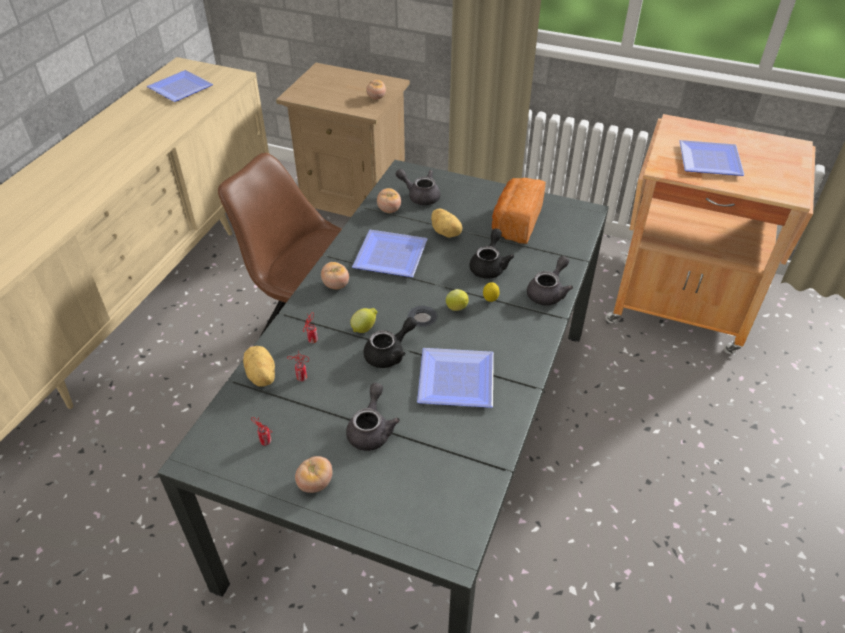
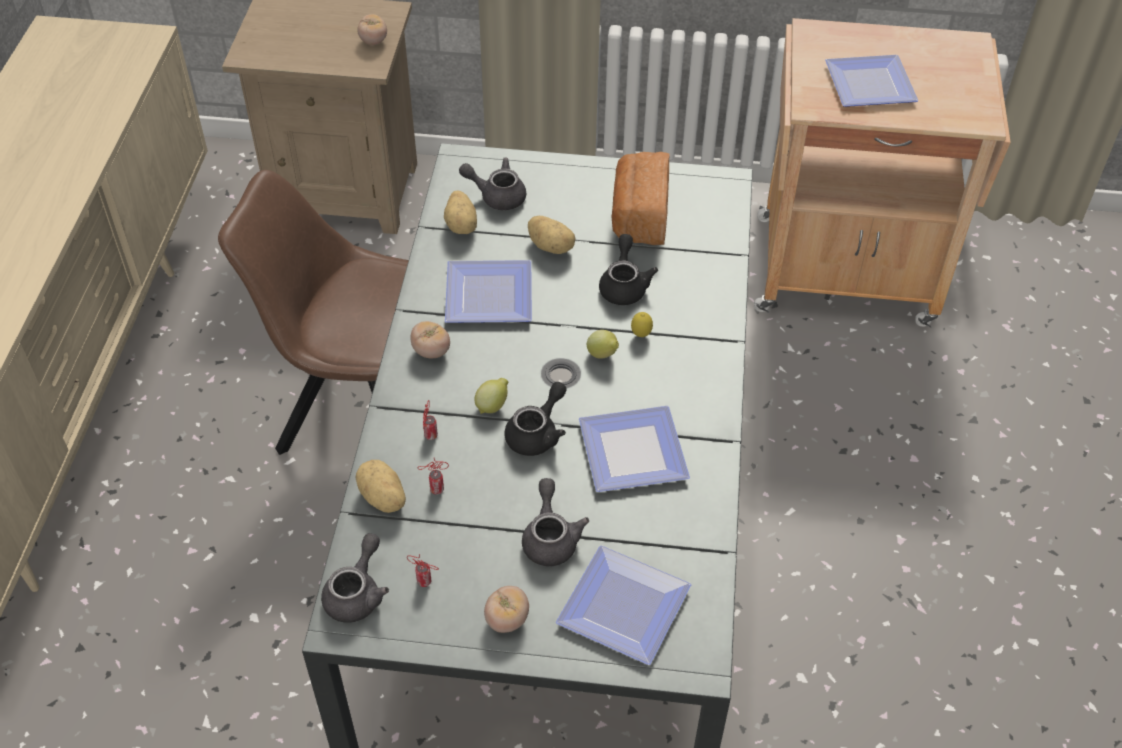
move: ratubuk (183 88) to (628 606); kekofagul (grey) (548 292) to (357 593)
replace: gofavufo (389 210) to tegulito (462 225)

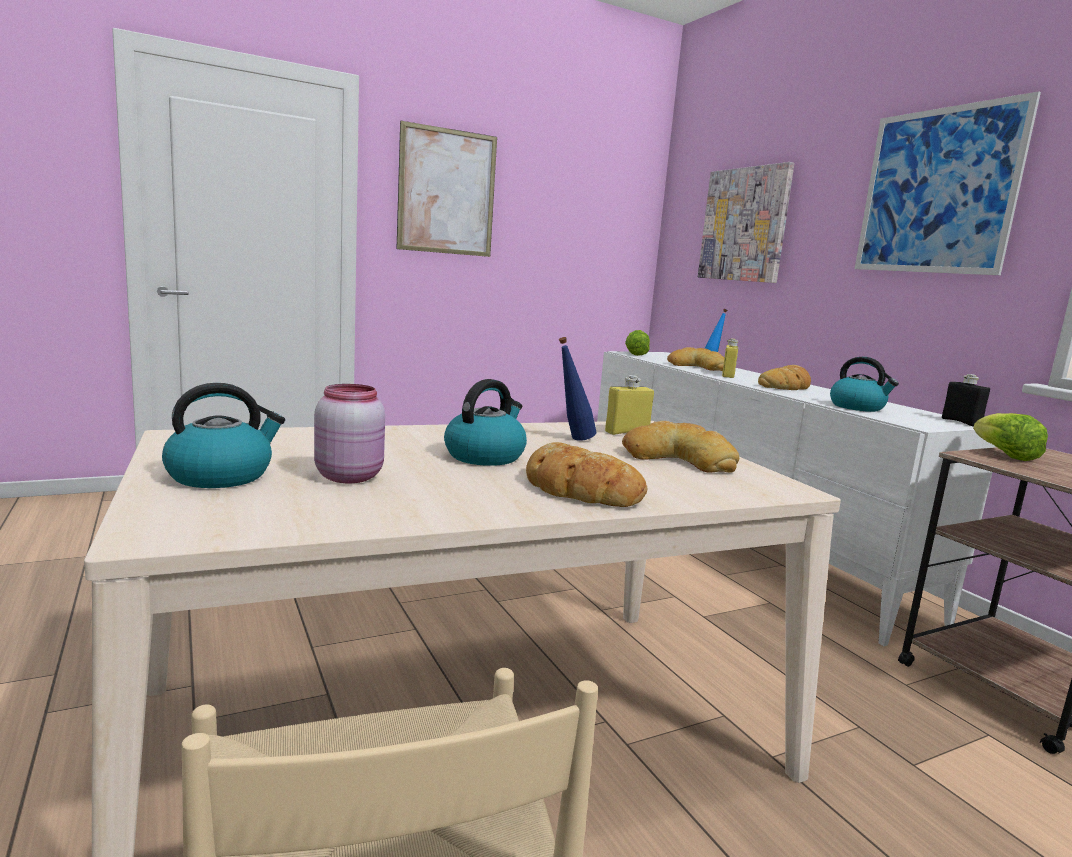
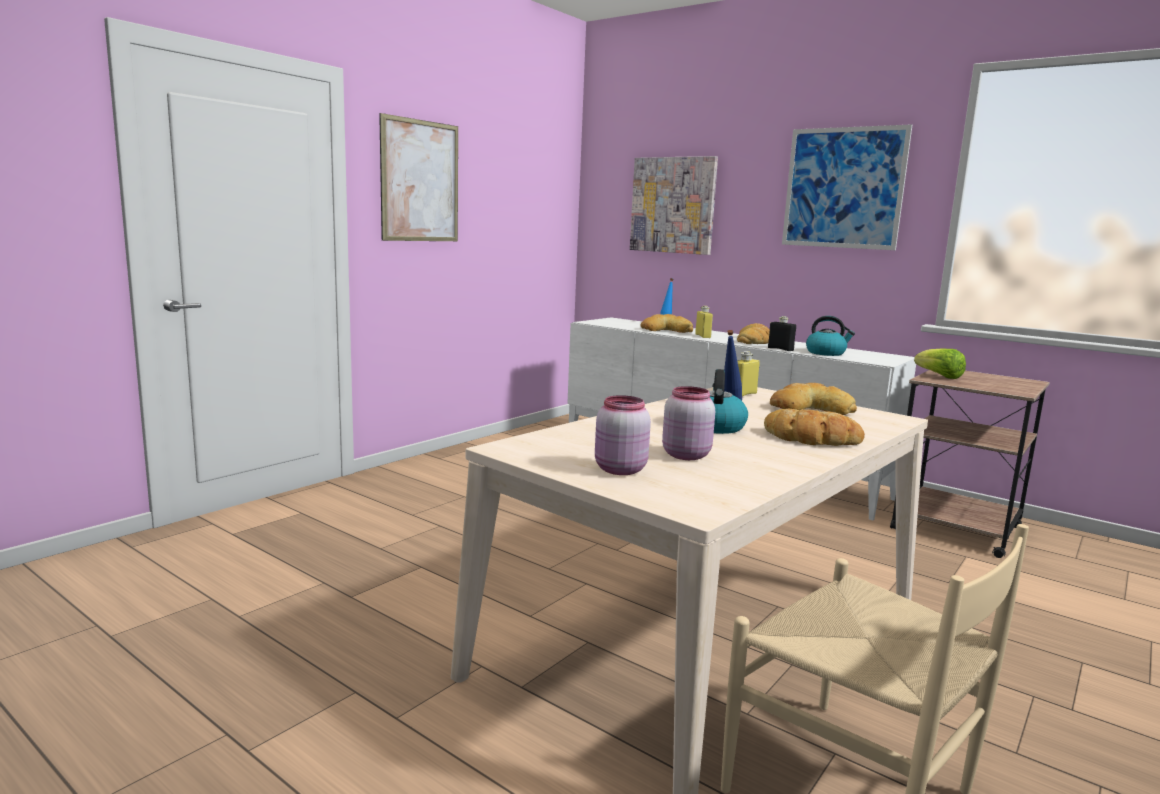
delete: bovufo (636 354)
move: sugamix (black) (961 422) to (780 349)
replace: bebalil (221 476) to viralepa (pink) (618 470)

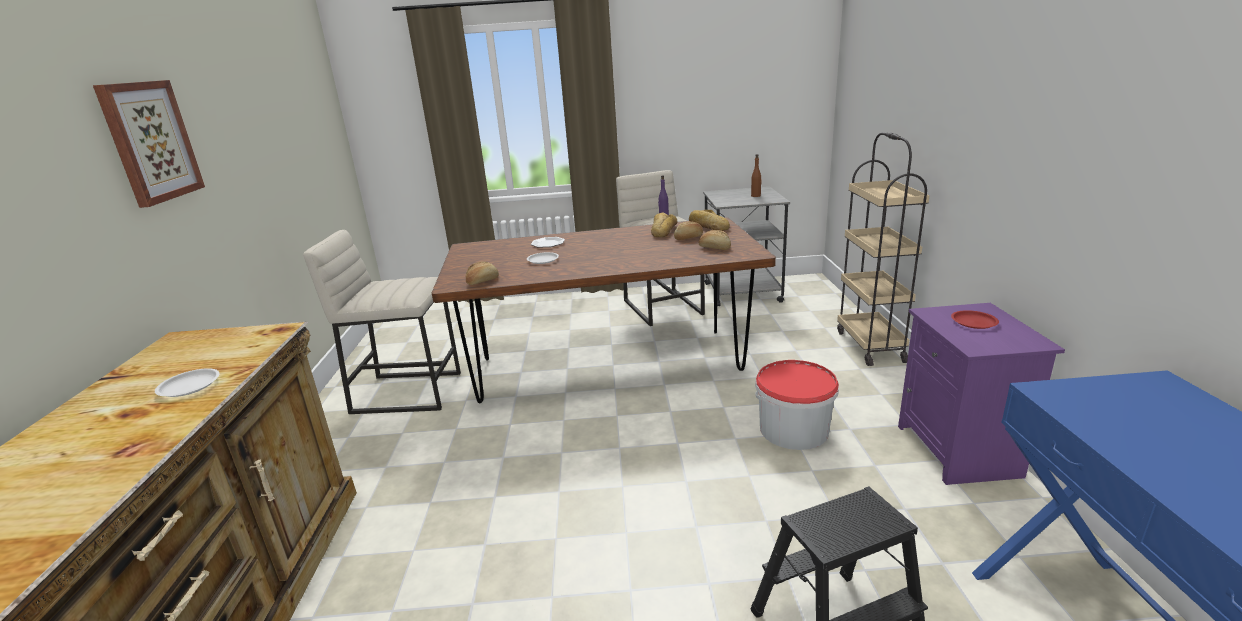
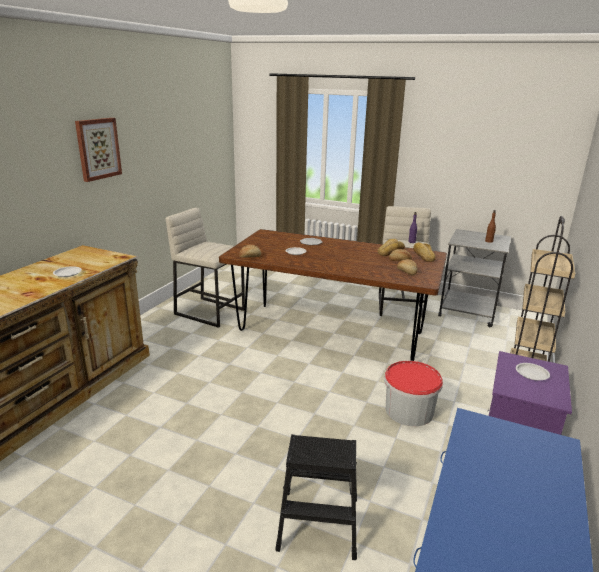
recolor: ratubuk (red) (973 322) to ratubuk (white) (531 373)

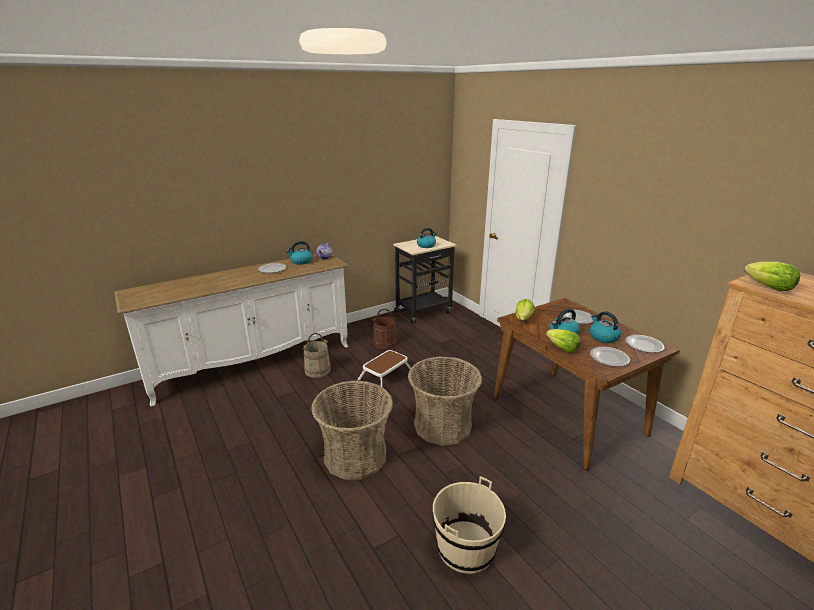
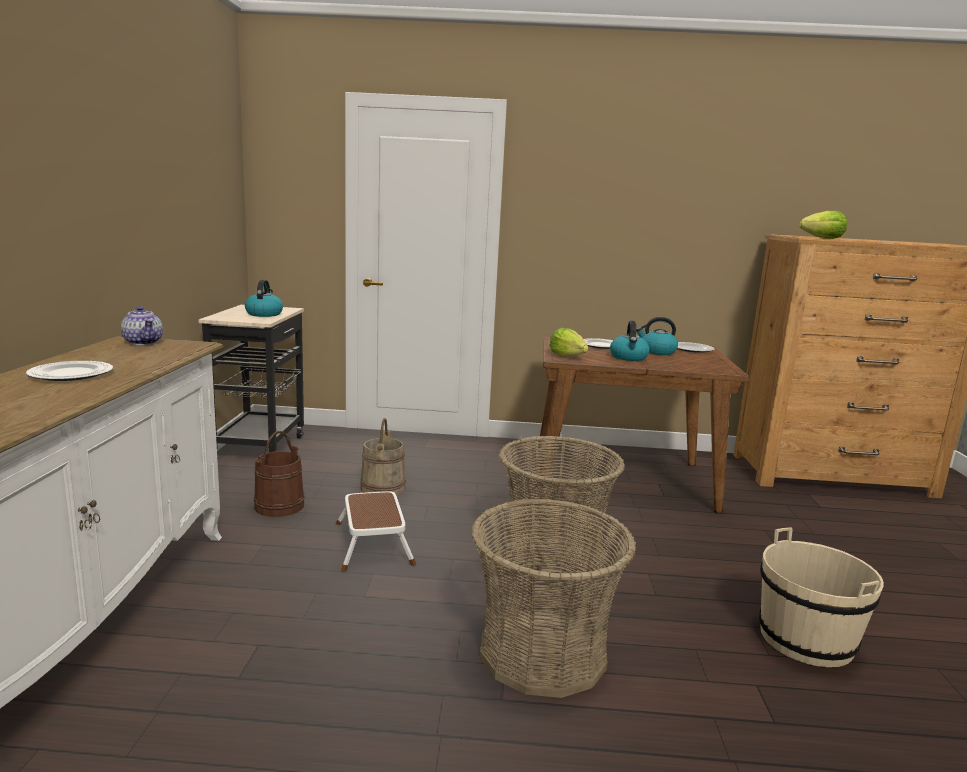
delete: bebalil (301 261); bovufo (562 349); ratubuk (609 358)
move: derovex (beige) (317 370) to (382 488)

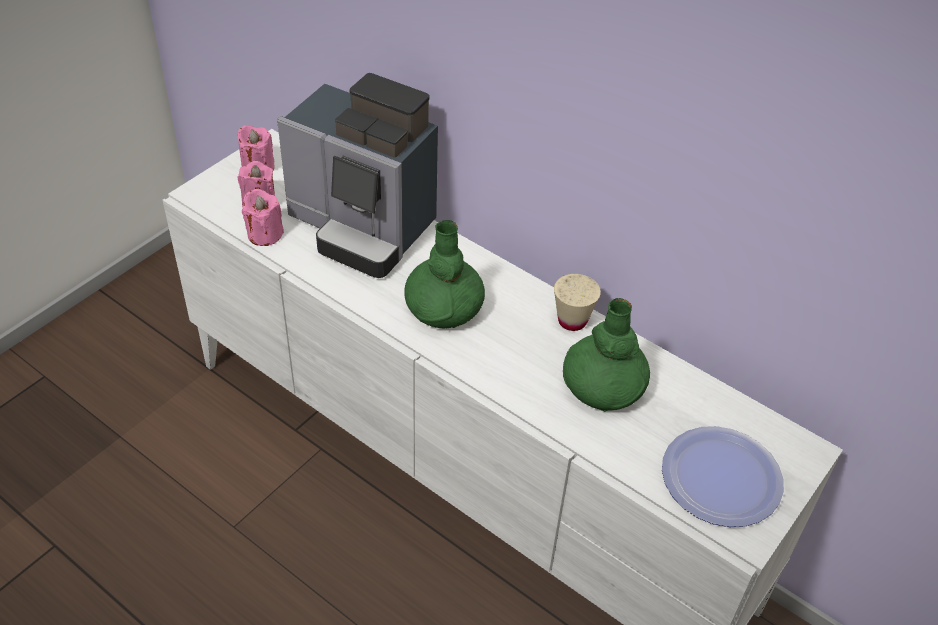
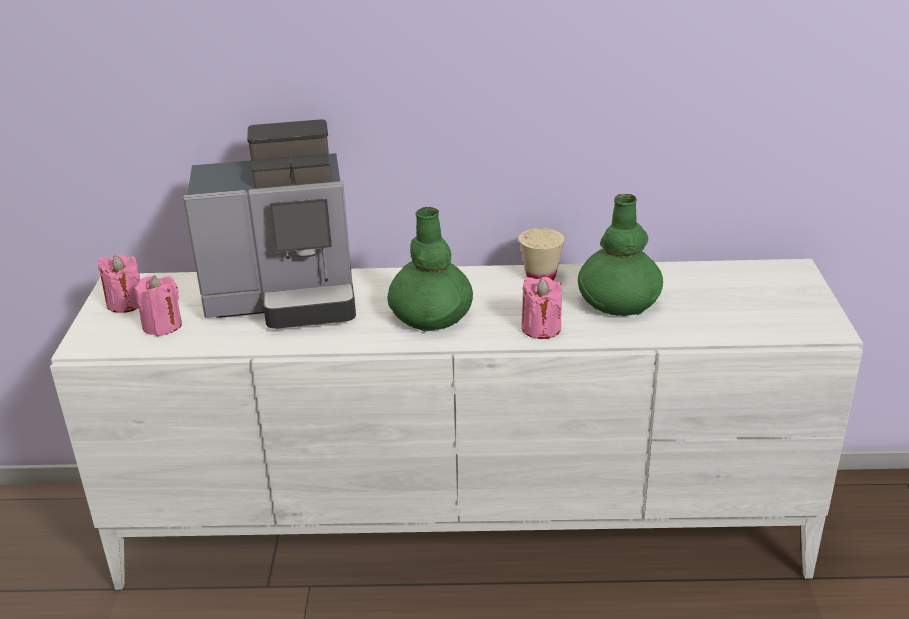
delete: ratubuk (721 477)
move: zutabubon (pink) (264 234) to (541 328)

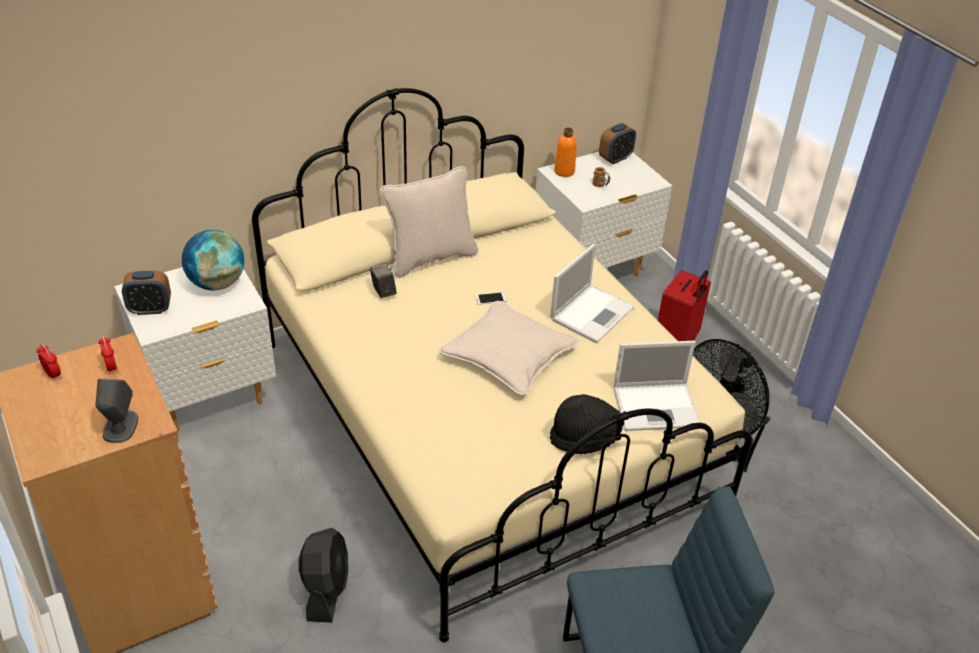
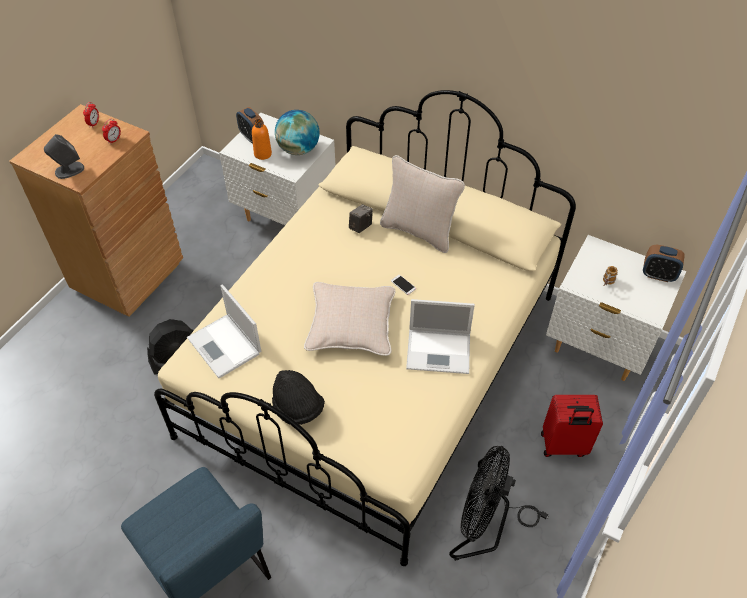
move: sugamix (orange) (564 171) to (263 154); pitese (657 406) to (225 346)

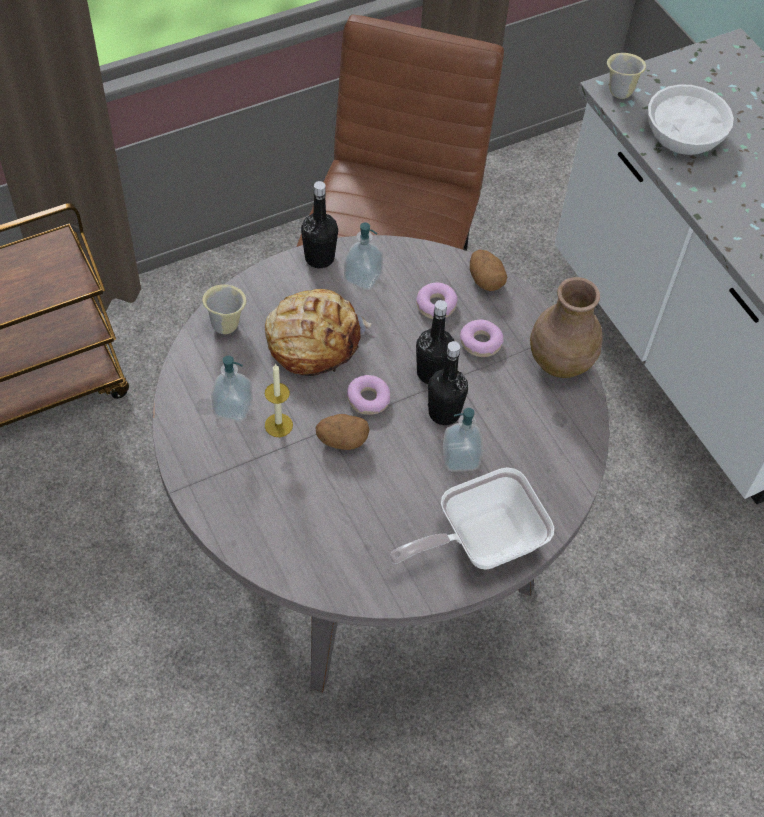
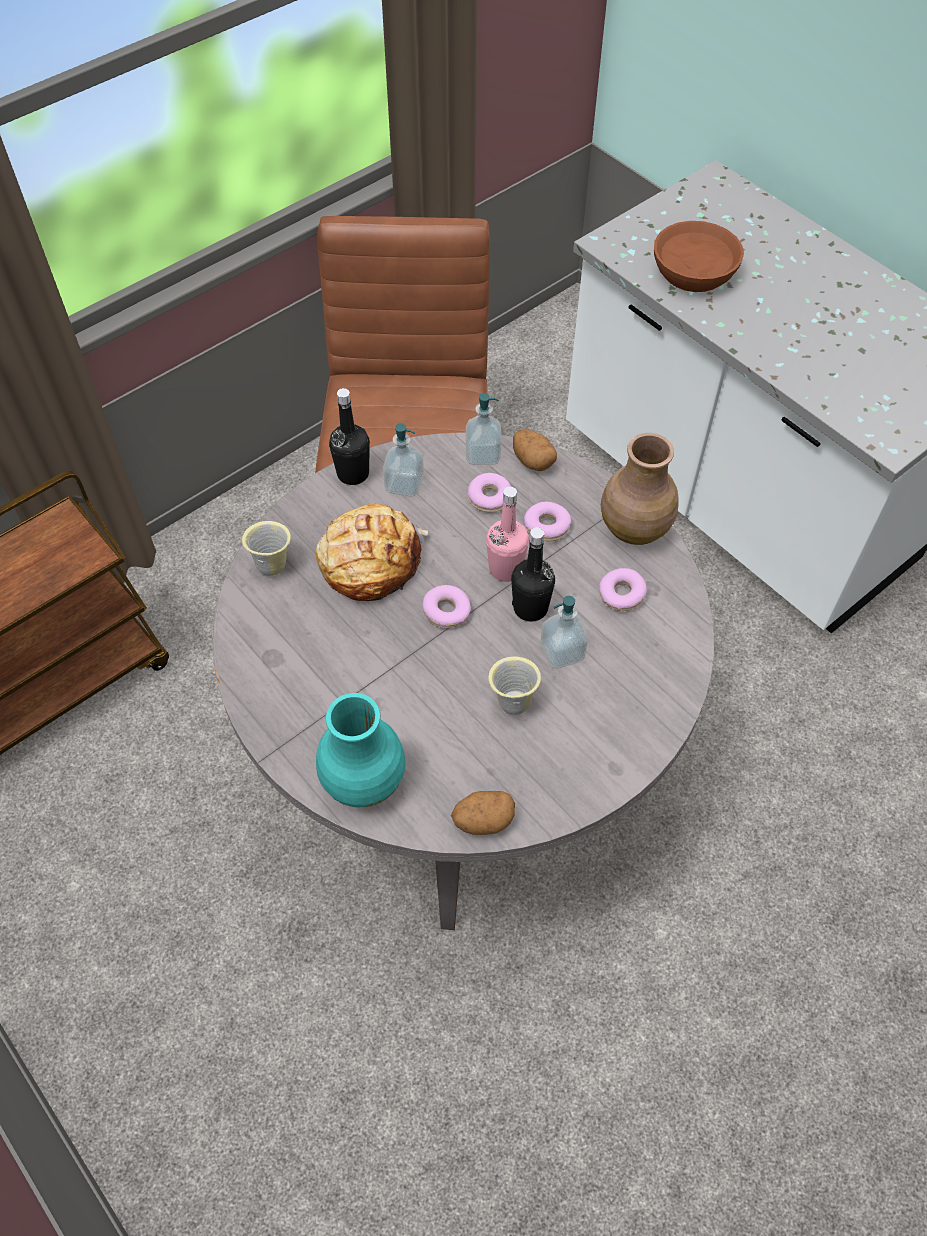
delete: zutabubon (278 425); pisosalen (480 541)
insert: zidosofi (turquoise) (365 780); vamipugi (621 594)
move: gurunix (233 407) to (483 454); tegulito (342 440) to (483 820); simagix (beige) (619 91) to (512 701)
recolor: sugamix (black) (432 373) to sugamix (pink) (506 569); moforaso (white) (684 133) to moforaso (brown) (693 271)

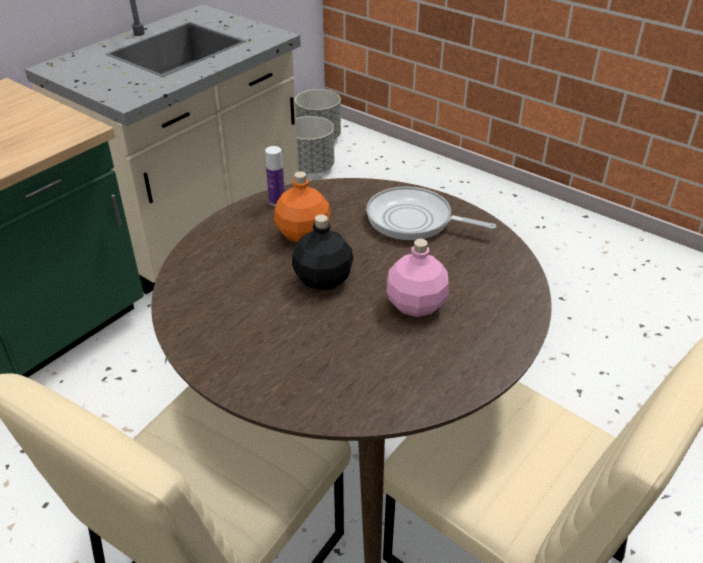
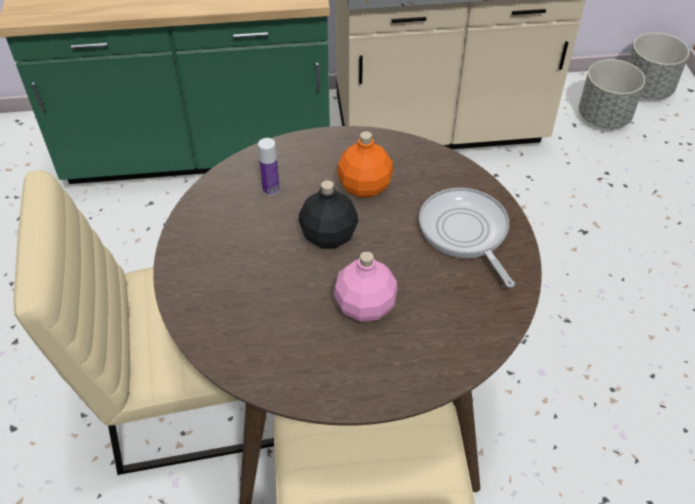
move: sugamix (277 201) to (271 189)

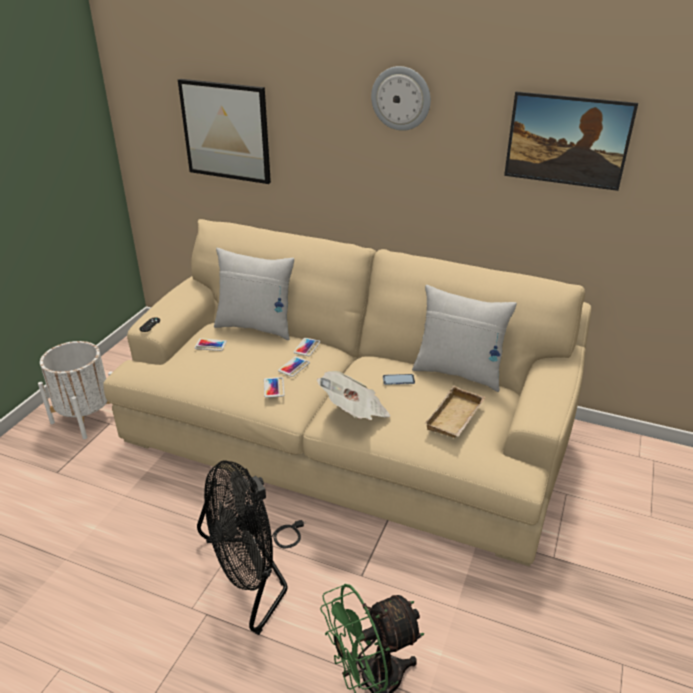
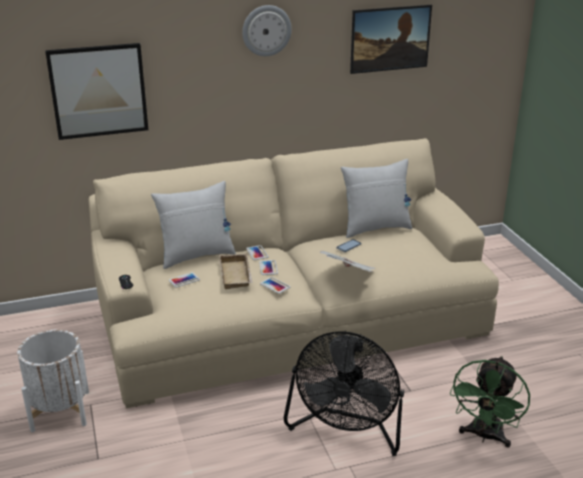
move: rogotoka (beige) (456 418) to (237 275)

